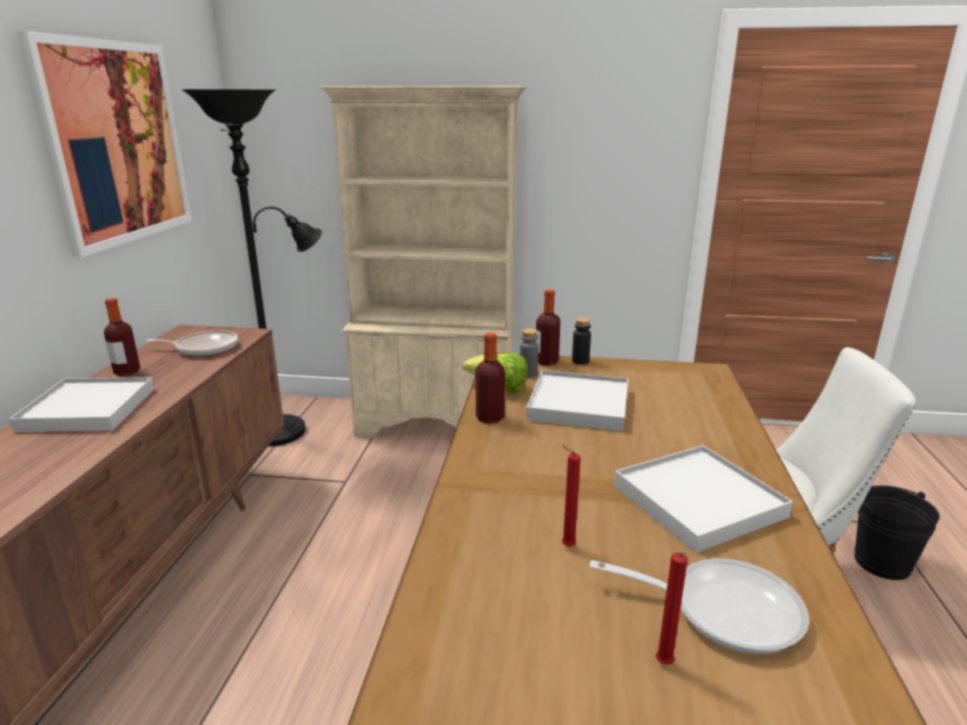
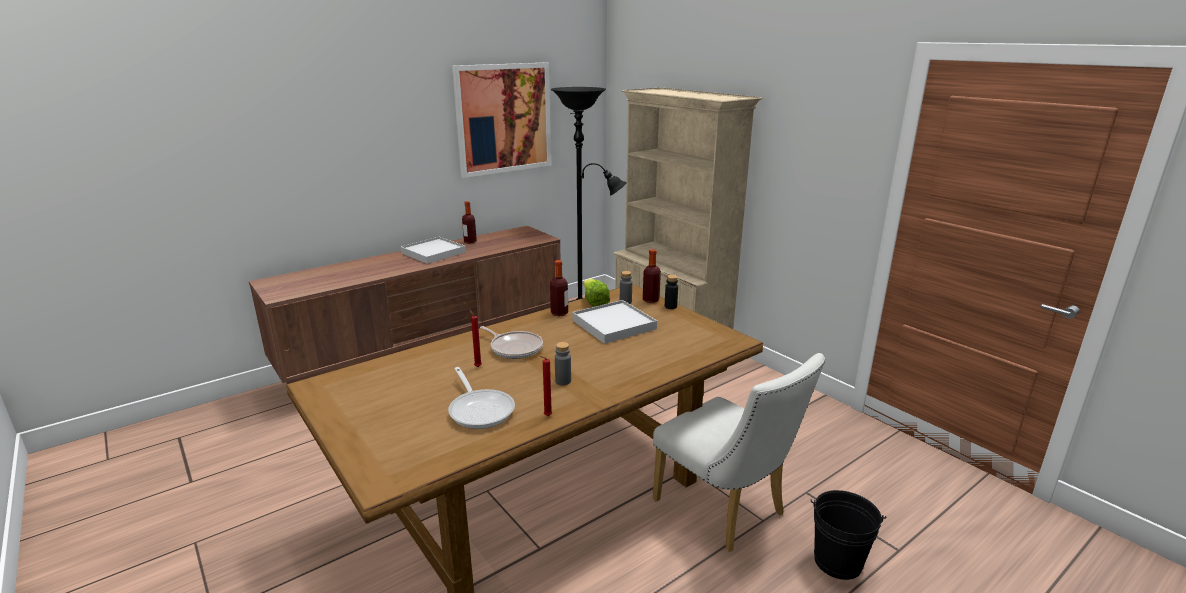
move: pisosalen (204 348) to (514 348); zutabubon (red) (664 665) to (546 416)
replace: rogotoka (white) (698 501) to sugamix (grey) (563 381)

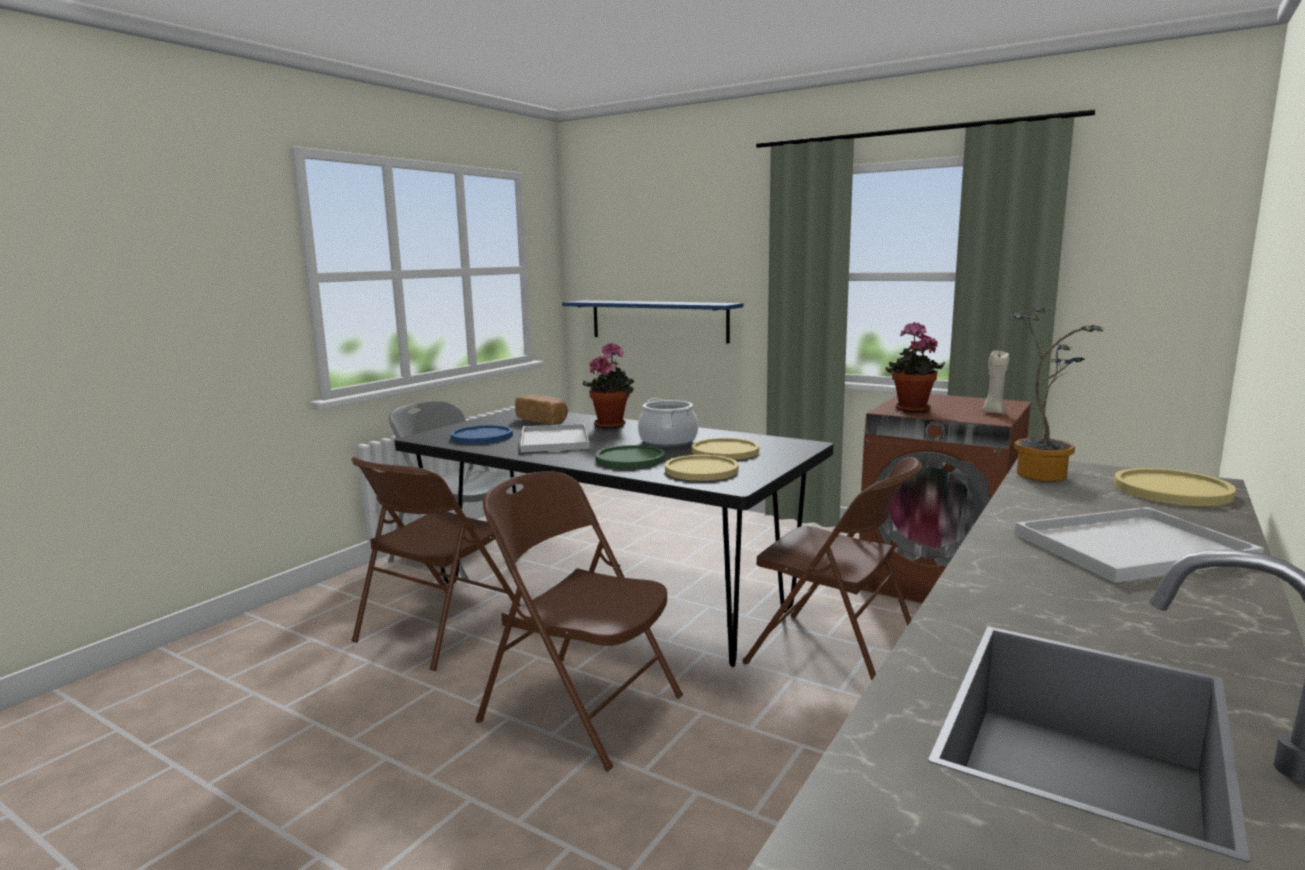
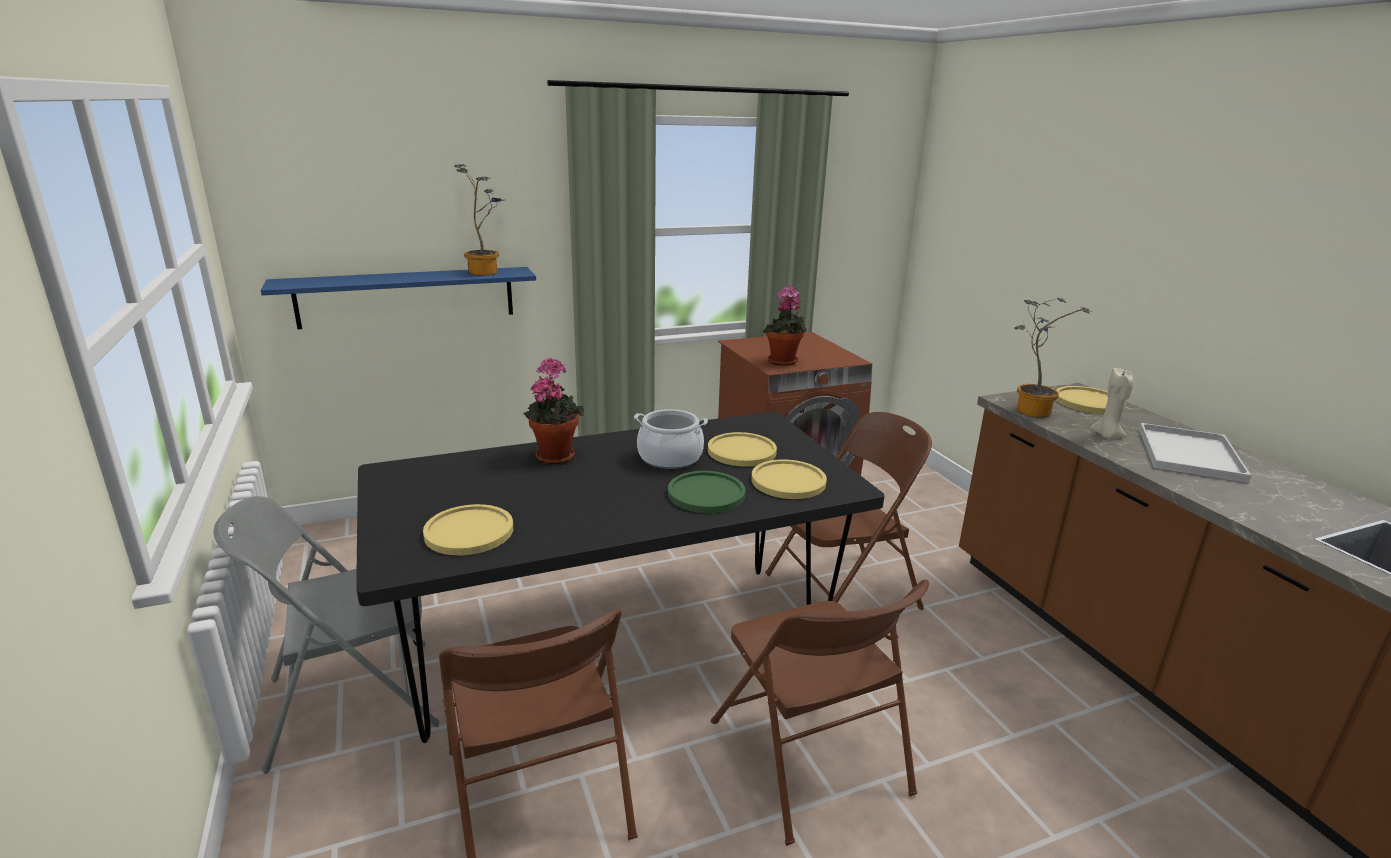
delete: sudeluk (542 420); rogotoka (white) (553 440)
insert: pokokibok (486 272)
move: zutabubon (beige) (993 412) to (1107 435)
recolor: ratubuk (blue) (482 436) to ratubuk (yellow) (469 531)
rotate: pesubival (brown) (582 708) = (807 757) 90 degrees counterclockwise

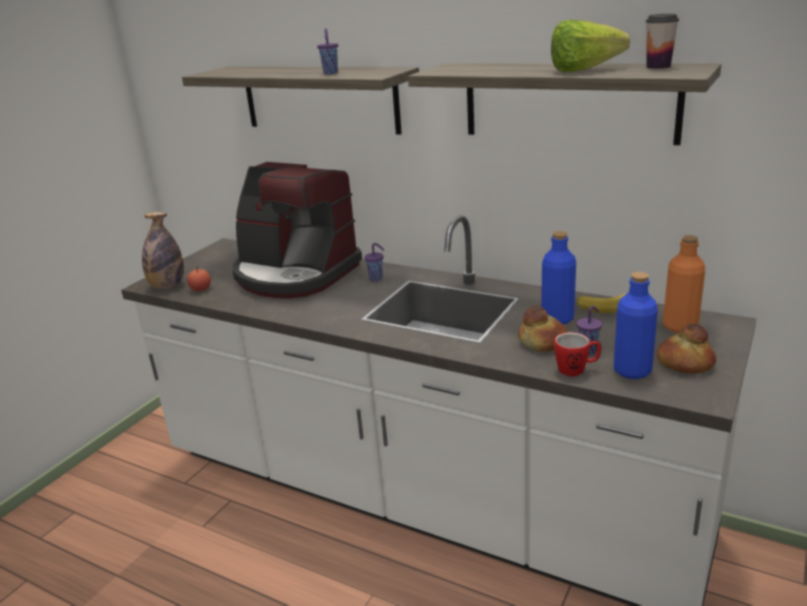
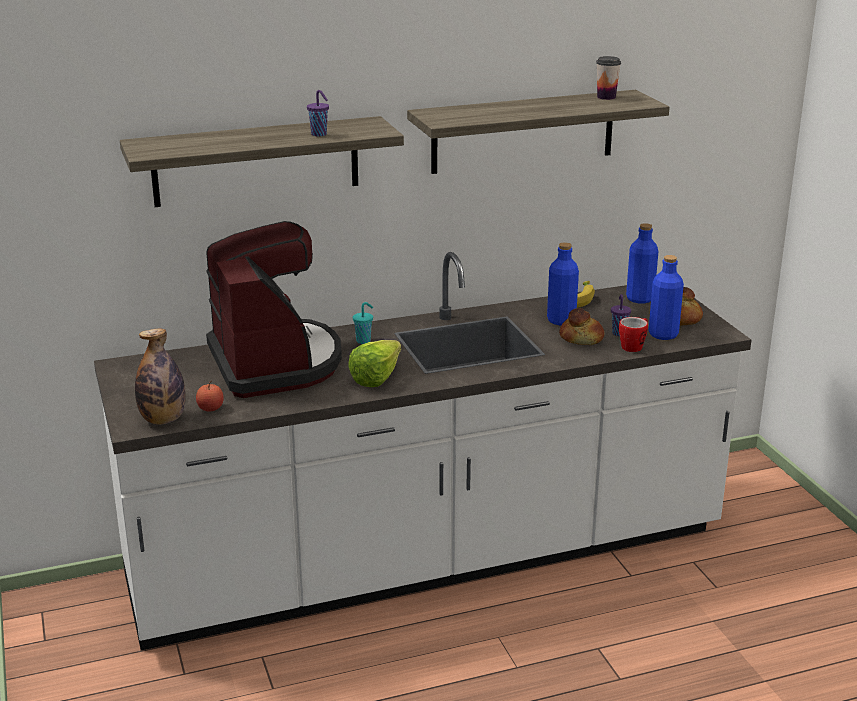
move: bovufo (591 69) to (381 377)
recolor: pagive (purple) (376 279) to pagive (turquoise) (364 341); sugamix (orange) (680 326) to sugamix (blue) (640 299)
rotate: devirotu (295 274) = (275 363) 90 degrees counterclockwise

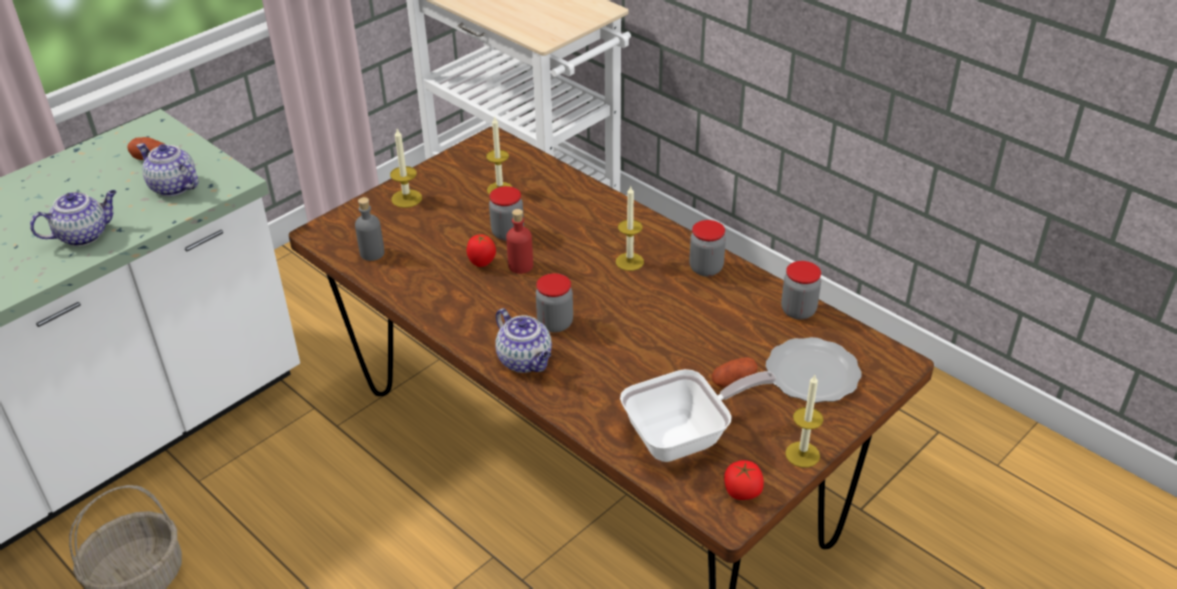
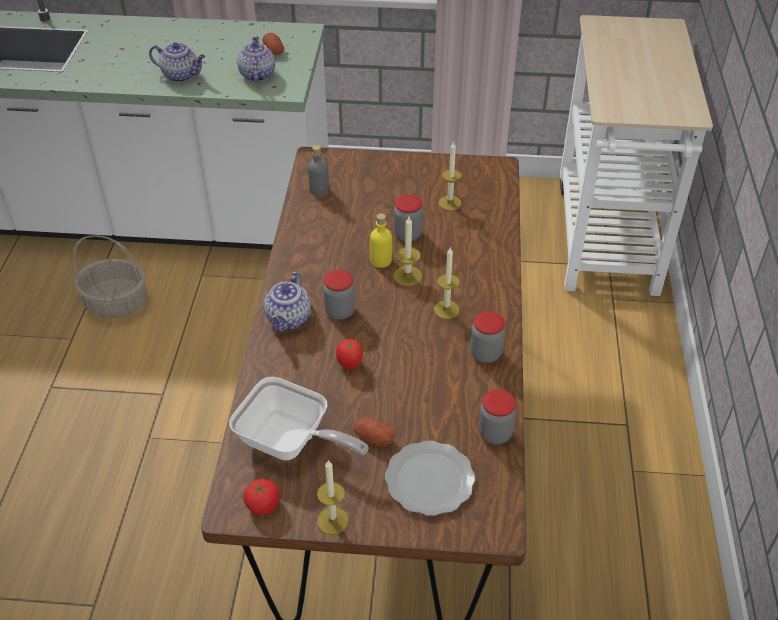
move: zutabubon (406 198) to (407 276); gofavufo (482 263) to (349 365)
recolor: sugamix (red) (520 266) to sugamix (yellow) (381 260)

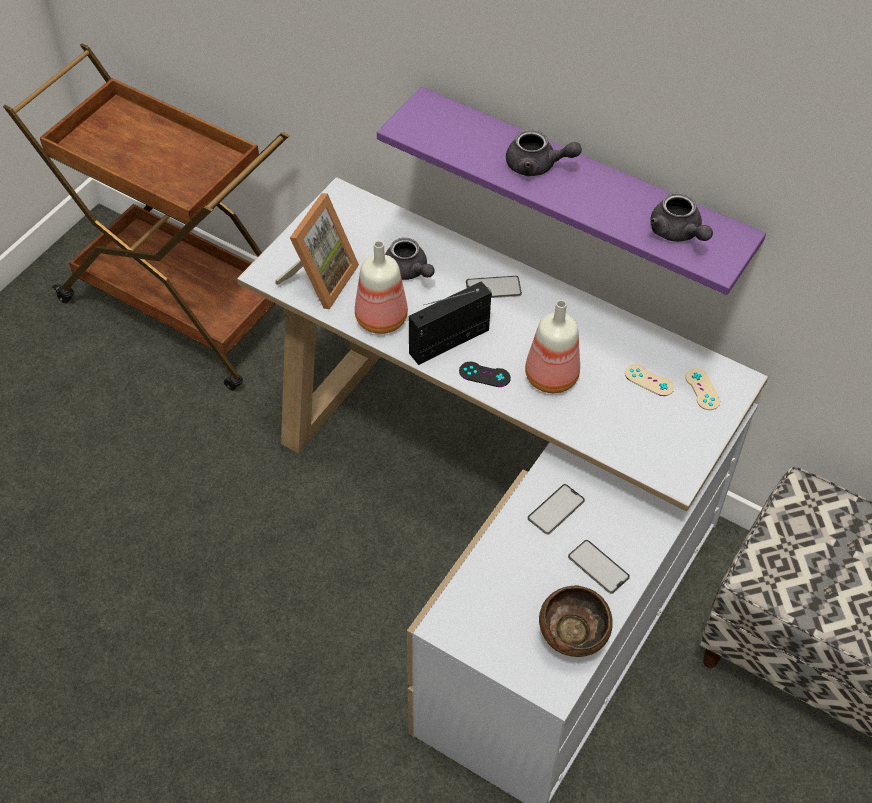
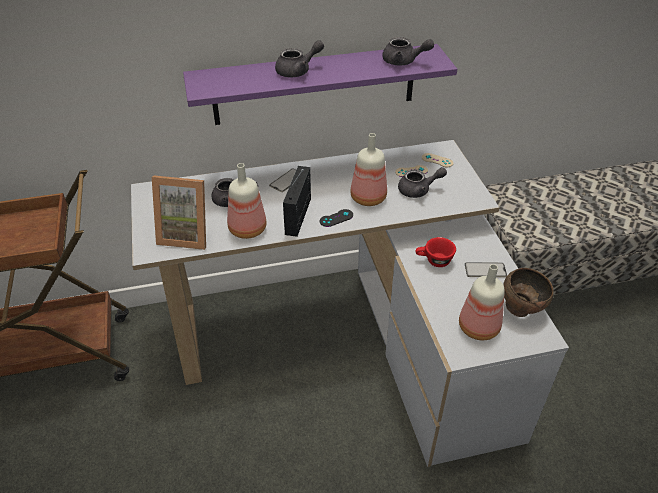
insert: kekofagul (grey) (418 190); sugamix (479 329)
replace: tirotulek (556 509) to pagive (red) (434 261)
rotate: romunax (319 279) = (186 234) 120 degrees clockwise

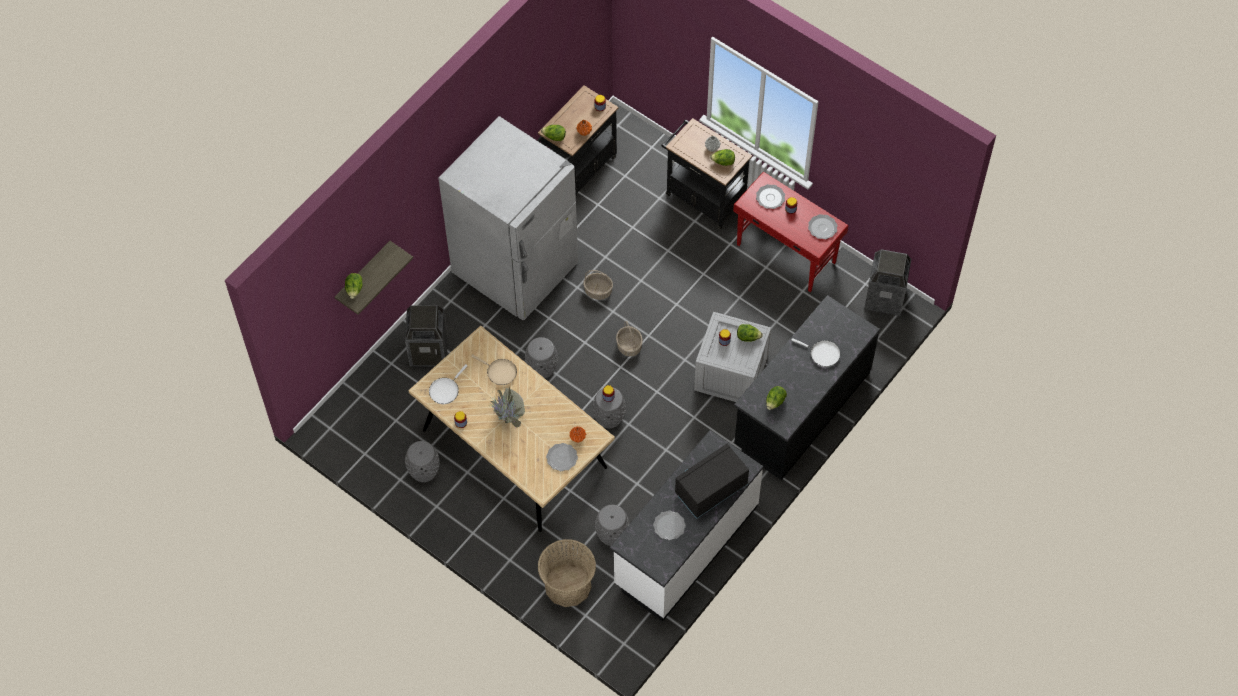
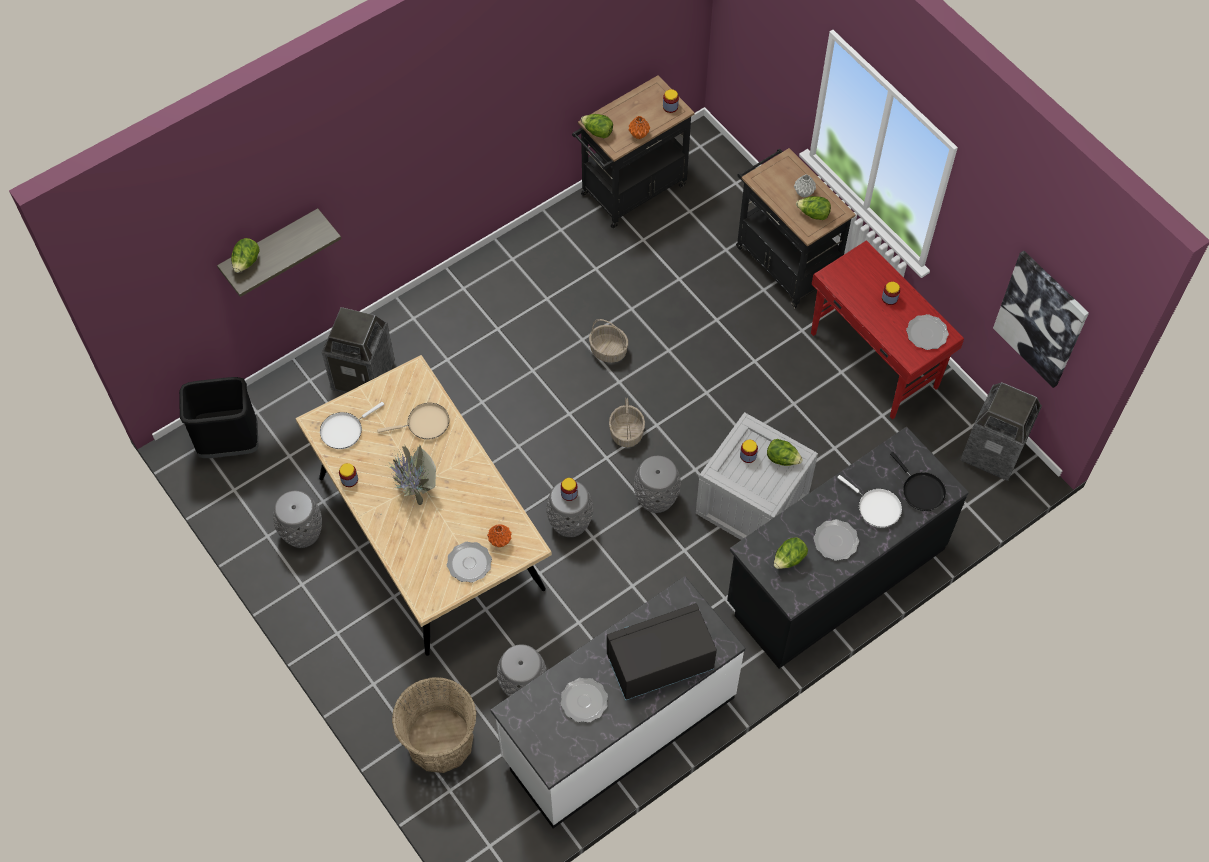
delete: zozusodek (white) (516 267)
insert: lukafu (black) (229 444); pisosalen (black) (921 490); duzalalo (1041 319)
move: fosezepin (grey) (542 367) to (656 497); ratubuk (770 197) to (835 541)
rotate: pisosalen (beige) (500 372) = (425 424) 60 degrees counterclockwise

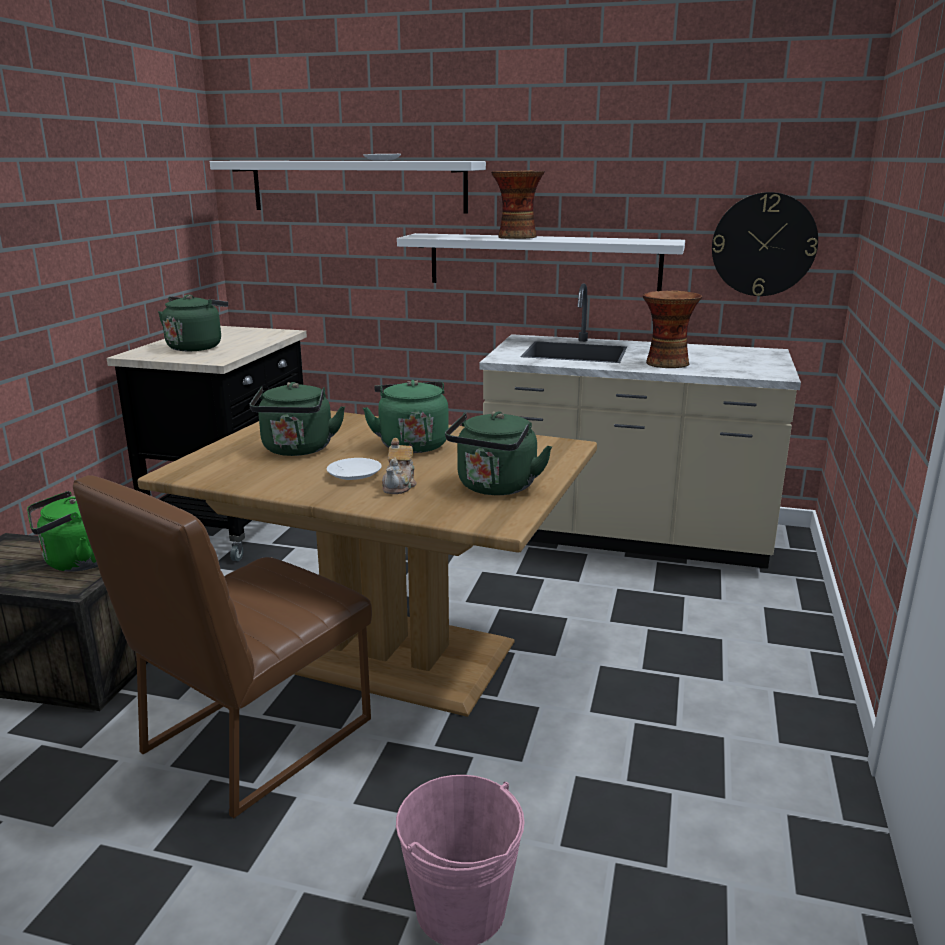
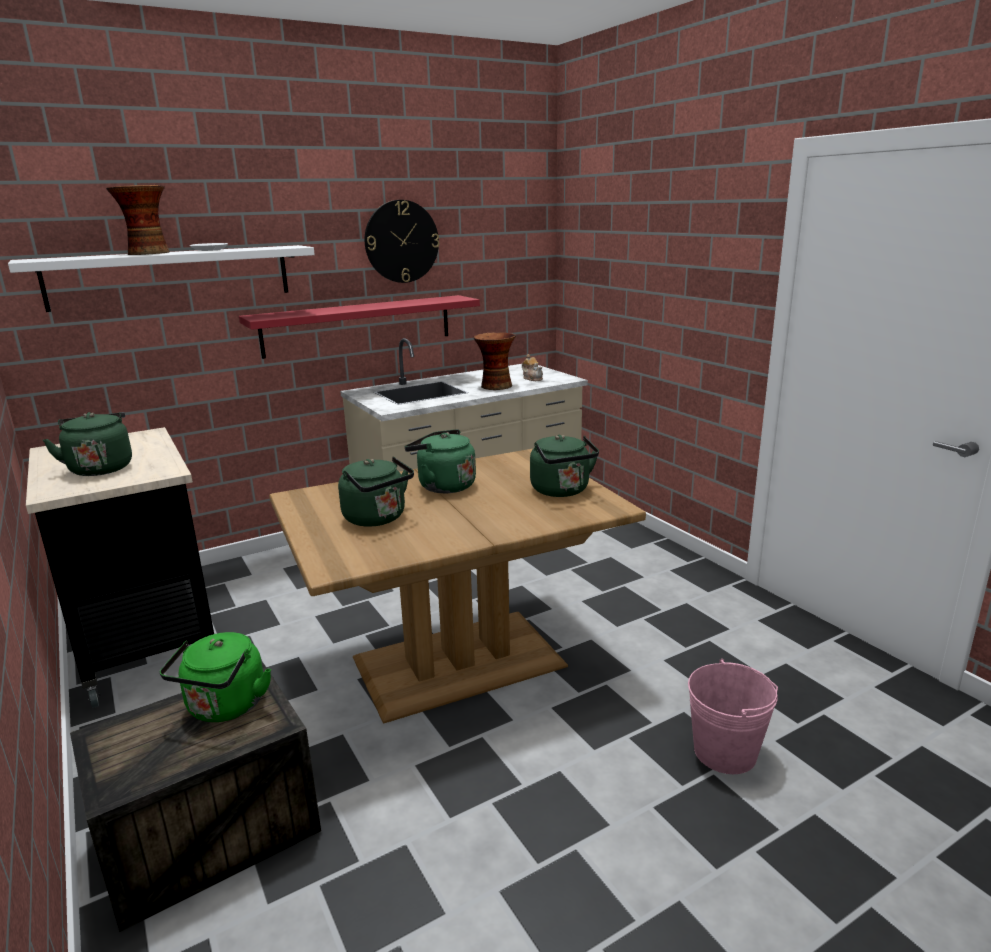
delete: pesubival (brown) (251 738); ratubuk (white) (353 475)
move: kekofagul (399 485) to (532 378); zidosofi (516 237) to (147 253); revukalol (763 244) to (401 241)
recolor: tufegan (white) (543 261) to tufegan (red) (358 325)

